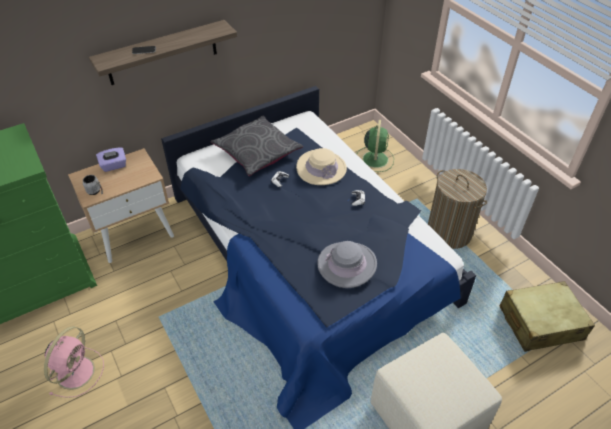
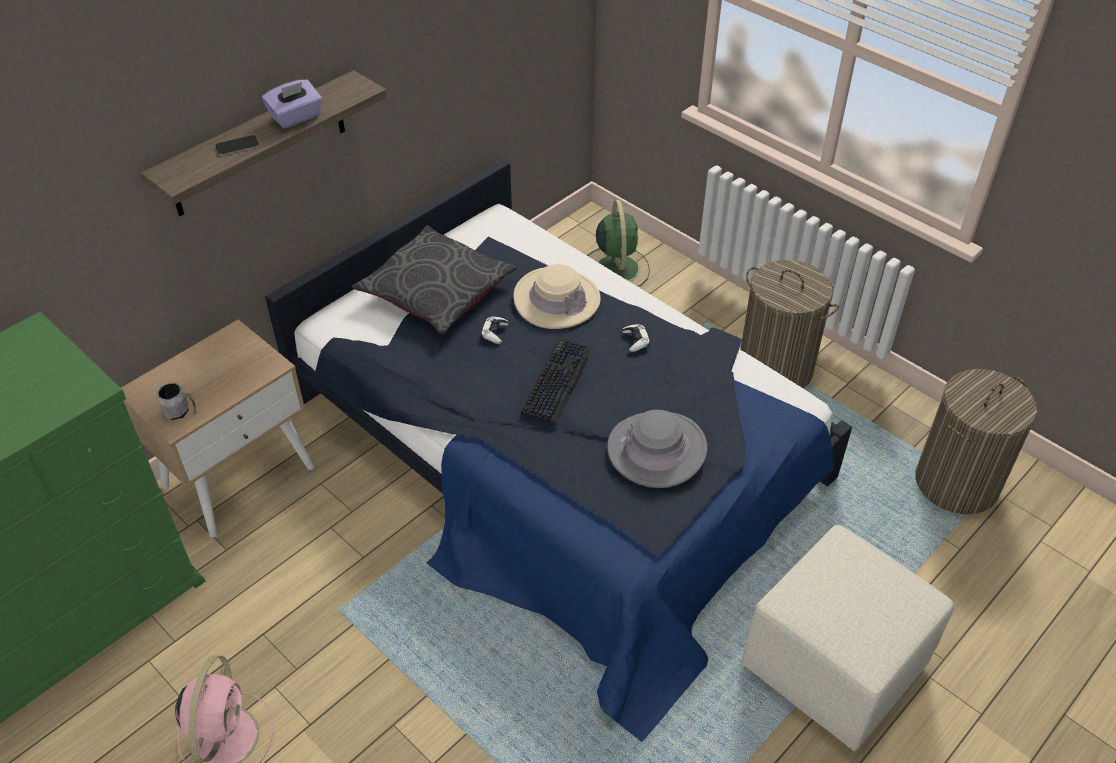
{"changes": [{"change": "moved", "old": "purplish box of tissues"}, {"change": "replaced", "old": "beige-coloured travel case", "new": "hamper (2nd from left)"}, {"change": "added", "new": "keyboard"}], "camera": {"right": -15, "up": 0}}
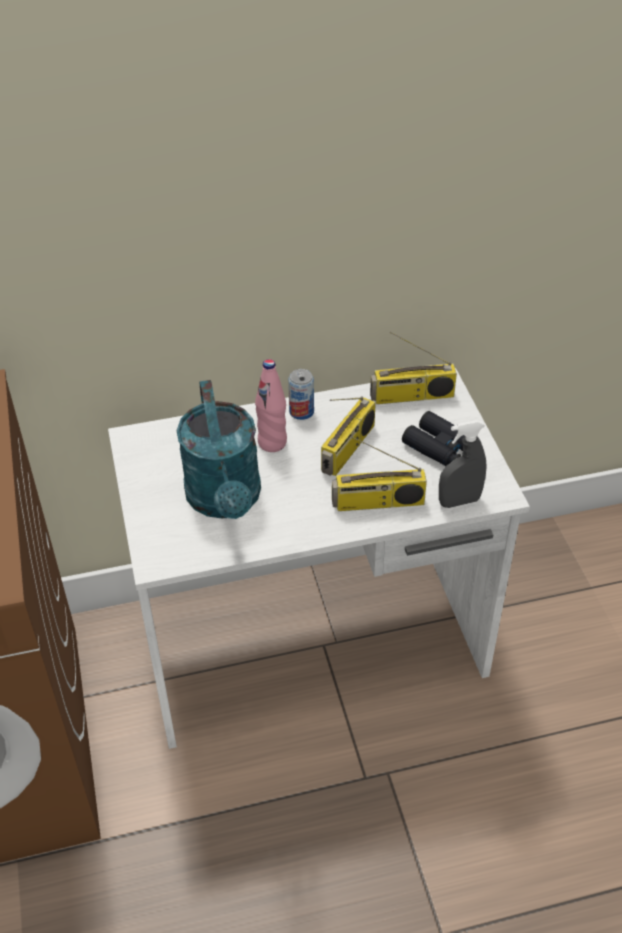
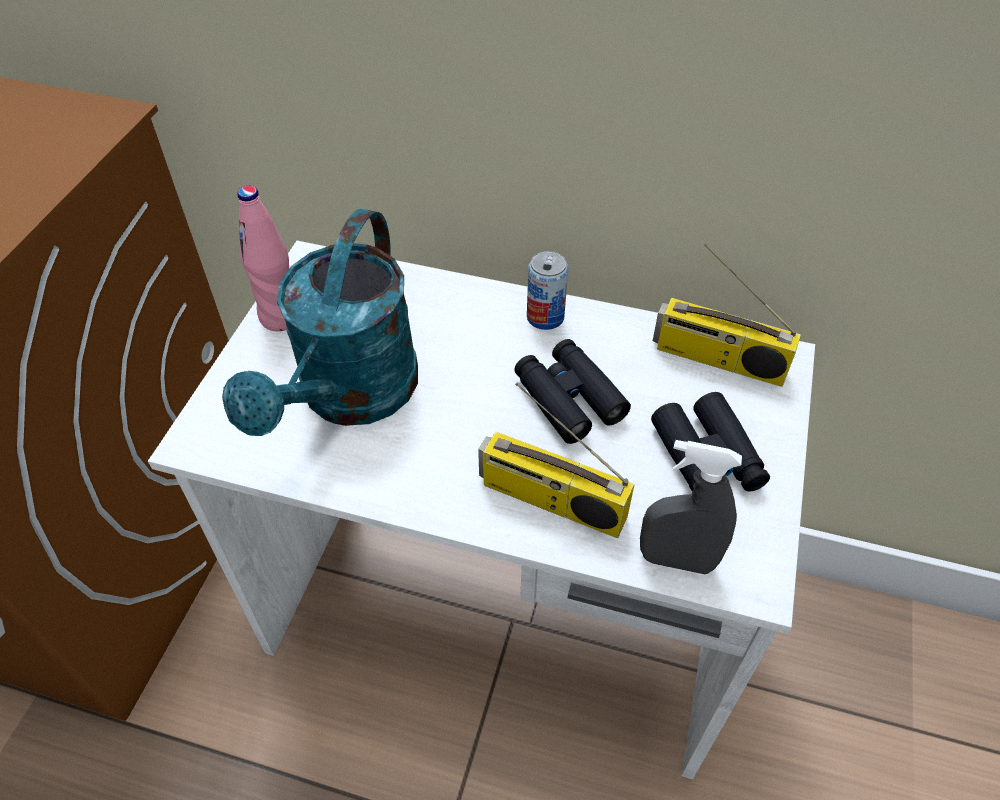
{"changes": [{"change": "moved", "old": "pinkish beverage bottle"}, {"change": "replaced", "old": "radio (1st from left)", "new": "black-coloured pair of binoculars (1st from left)"}], "camera": {"right": 30, "up": 5}}
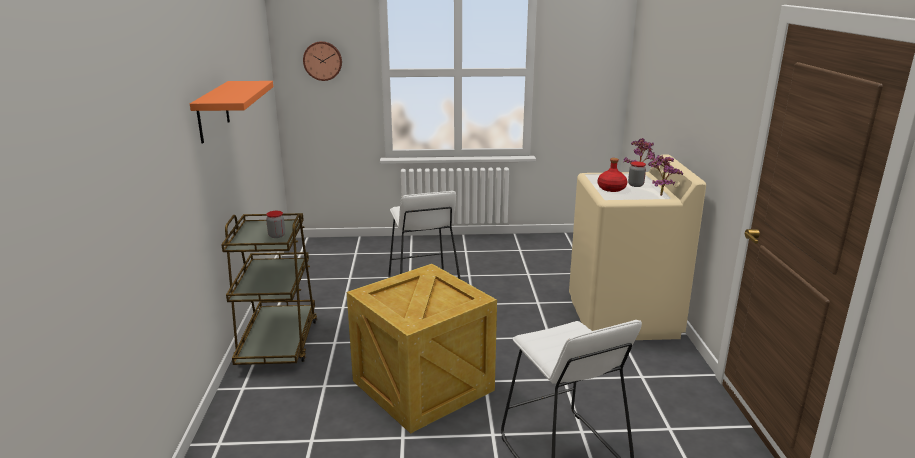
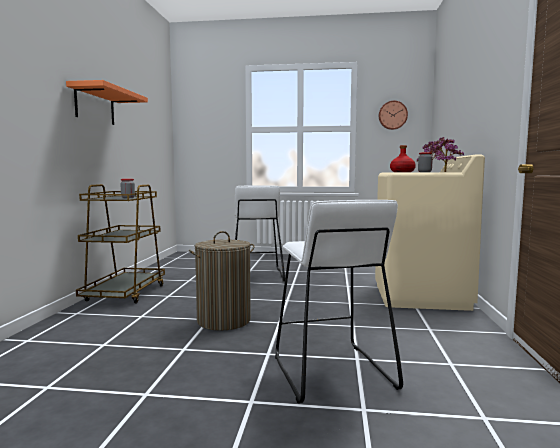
{"changes": [{"change": "moved", "old": "hanging clock"}, {"change": "replaced", "old": "shipping crate", "new": "hamper"}], "camera": {"right": 10, "up": -15}}
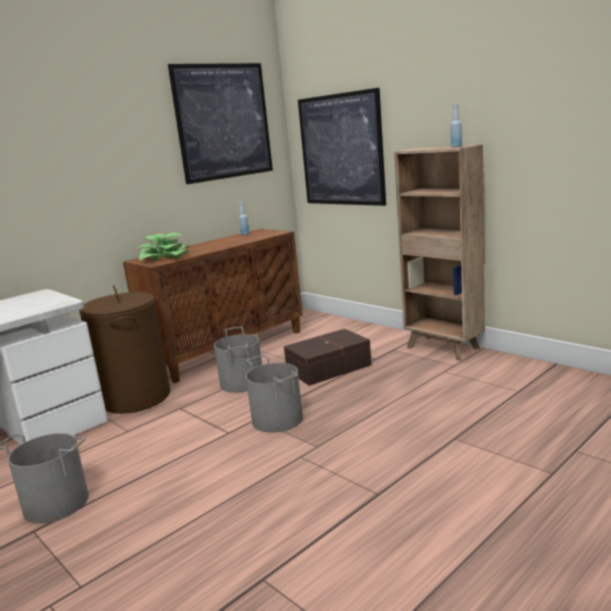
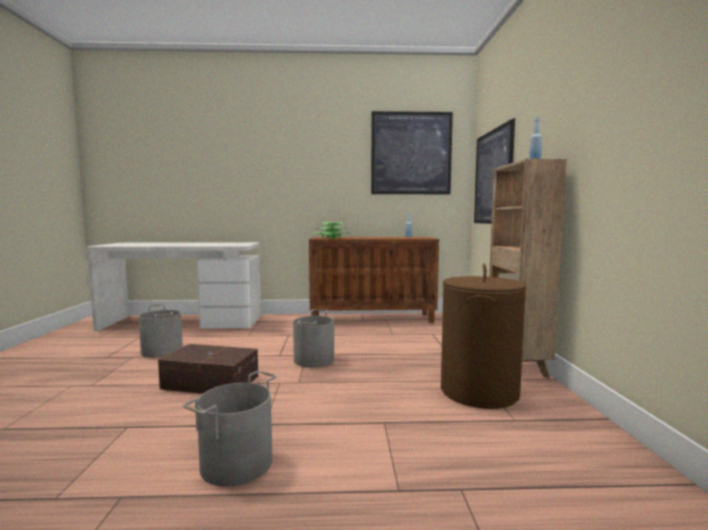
{"changes": [{"change": "moved", "old": "brown-coloured hamper"}, {"change": "moved", "old": "gray bucket (2nd from left)"}, {"change": "moved", "old": "brown-coloured storage container"}], "camera": {"right": 40, "up": -10}}
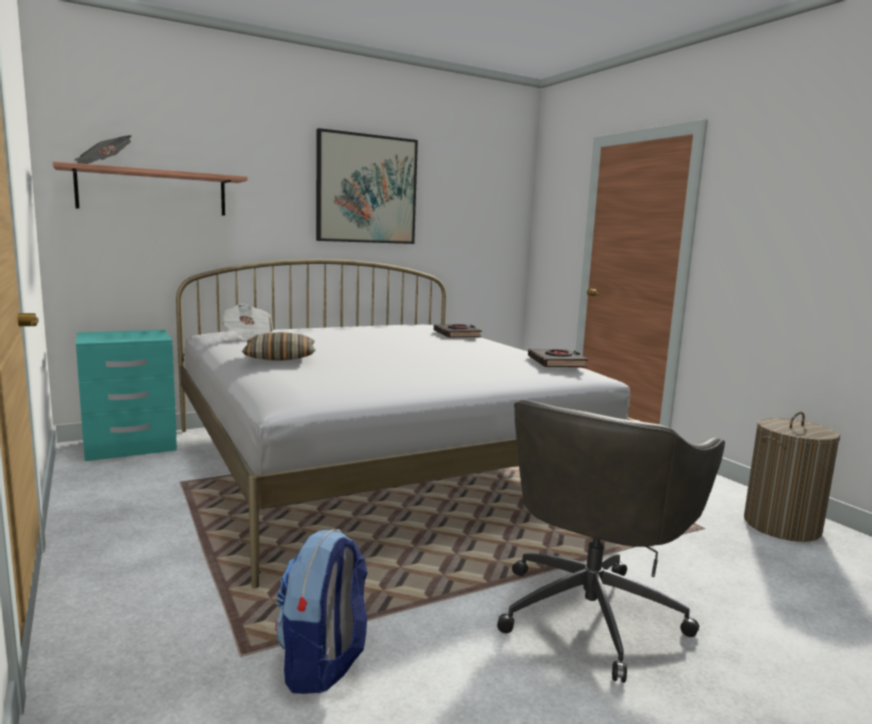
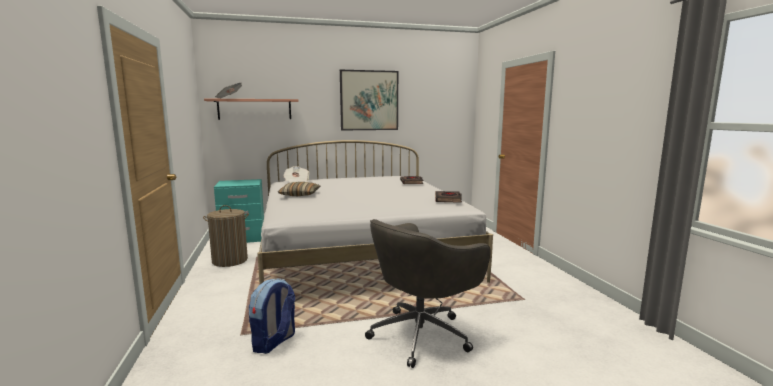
{"changes": [{"change": "moved", "old": "hamper"}], "camera": {"right": 15, "up": 0}}
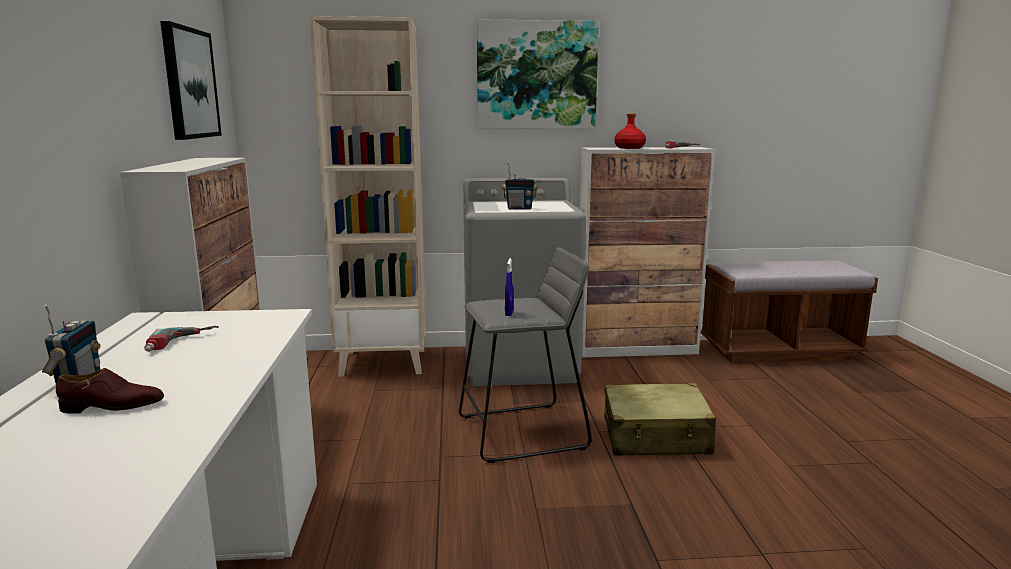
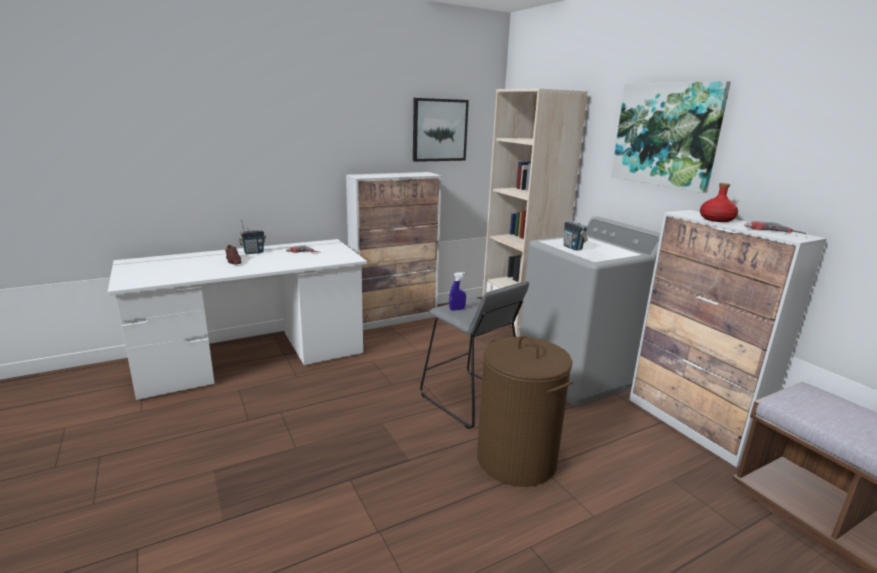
{"changes": [{"change": "replaced", "old": "beige-coloured travel case", "new": "brown-coloured hamper"}], "camera": {"right": 65, "up": 5}}
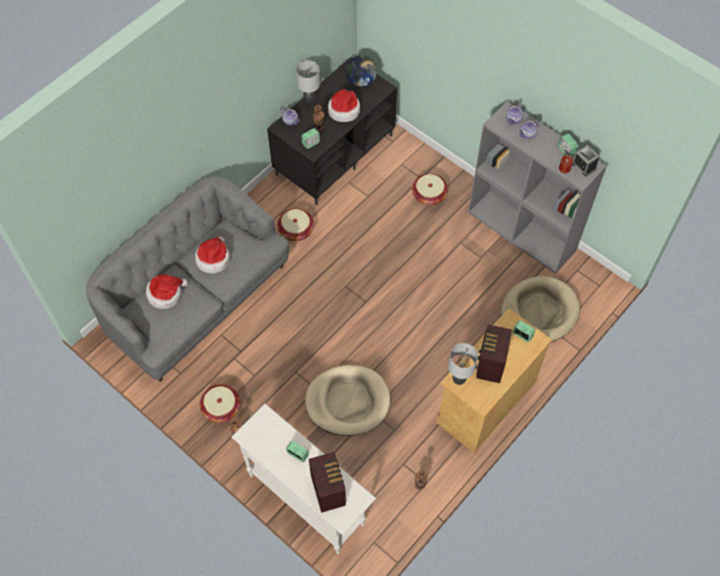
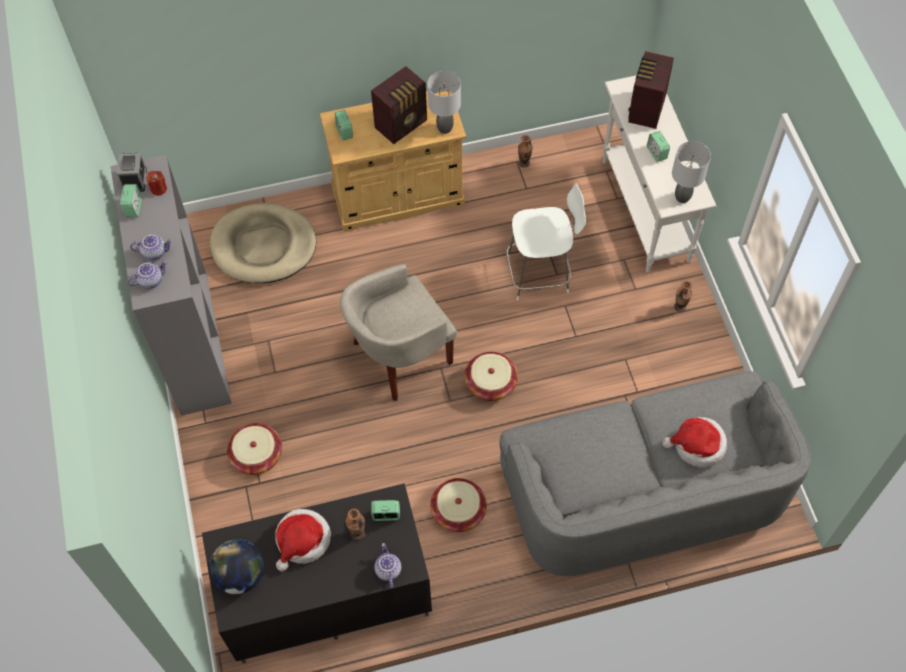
{"changes": [{"change": "removed", "old": "wearable hat (2nd from left)"}, {"change": "moved", "old": "household basket (1st from left in the first image)", "new": "household basket (3rd from left)"}, {"change": "moved", "old": "gray tabletop lamp (1st from left in the first image)", "new": "gray tabletop lamp (2nd from left)"}, {"change": "replaced", "old": "beige-coloured dog bed (1st from left)", "new": "whitish stool"}, {"change": "added", "new": "beige-coloured armchair"}], "camera": {"right": -145, "up": 0}}
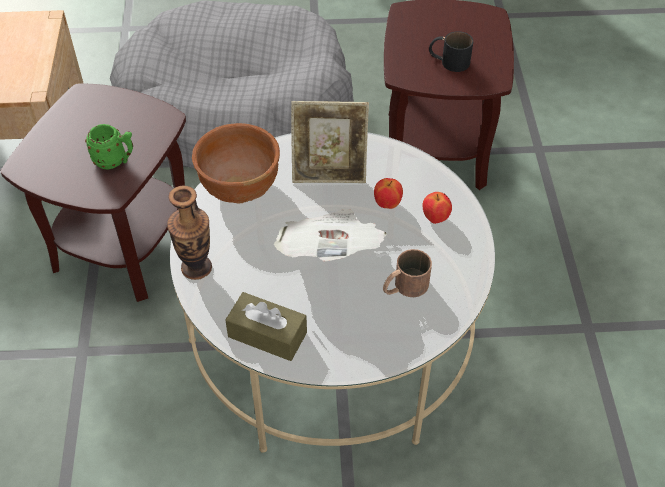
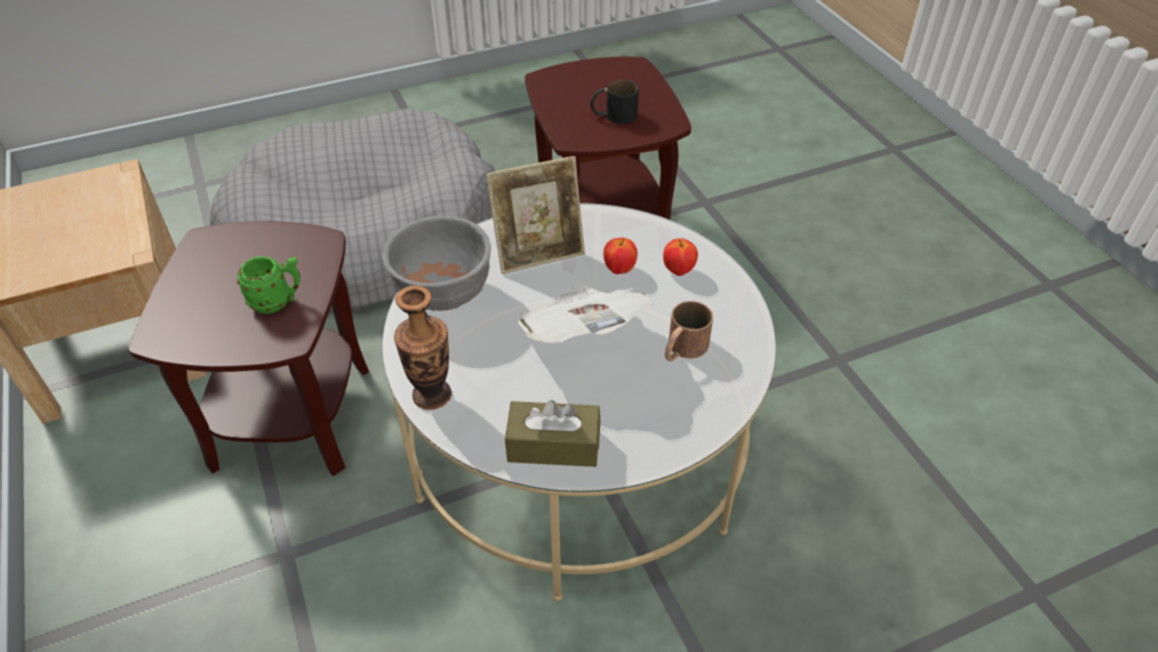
{"changes": [{"change": "recoloured", "old": "brown-coloured bowl", "new": "gray bowl"}], "camera": {"right": -20, "up": -5}}
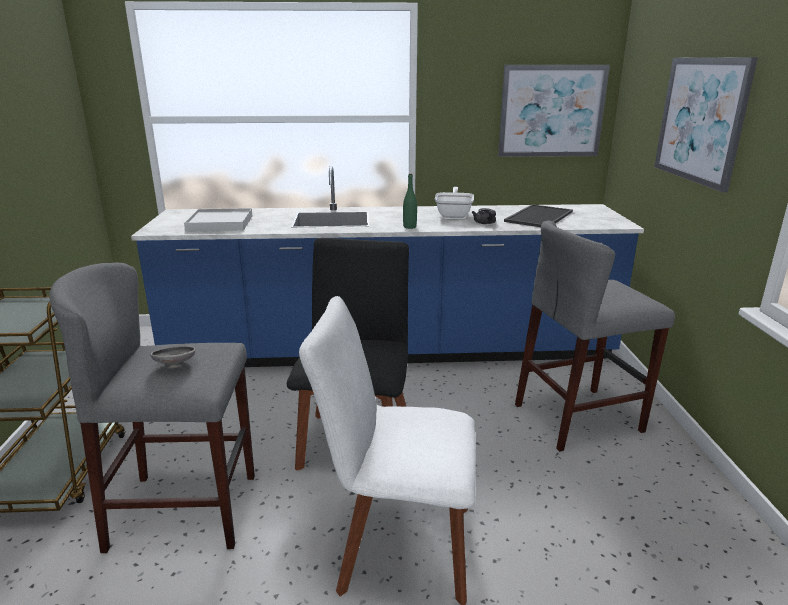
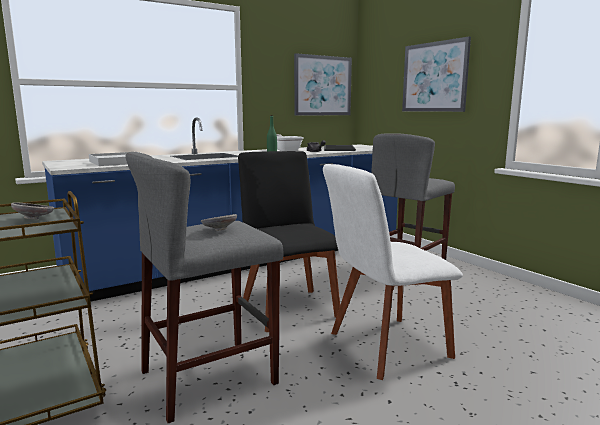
{"changes": [{"change": "added", "new": "gray bowl (1st from left)"}], "camera": {"right": -30, "up": -10}}
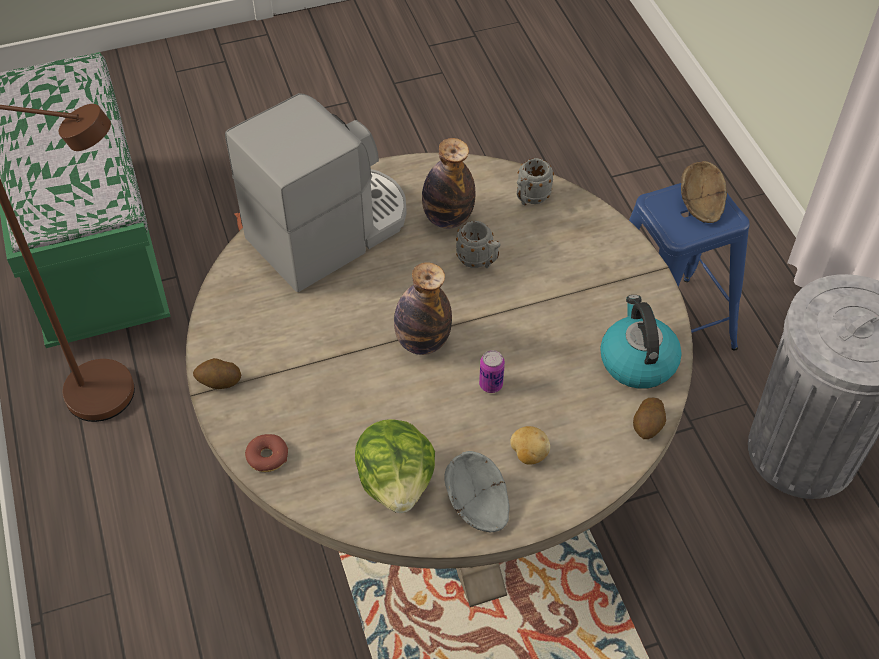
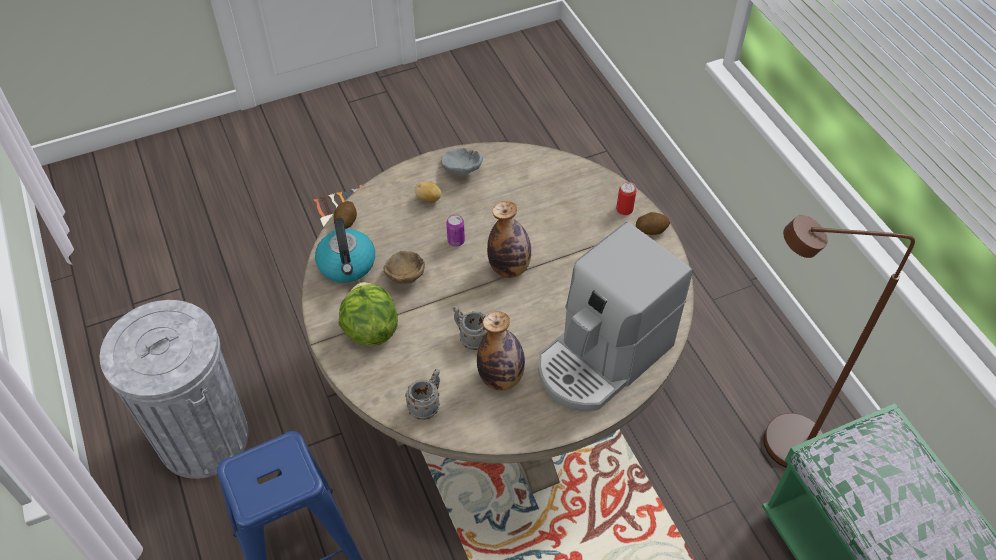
{"changes": [{"change": "removed", "old": "donut"}, {"change": "moved", "old": "lettuce"}, {"change": "moved", "old": "brown-coloured bowl"}, {"change": "added", "new": "sealed can (2nd from left)"}], "camera": {"right": 175, "up": 0}}
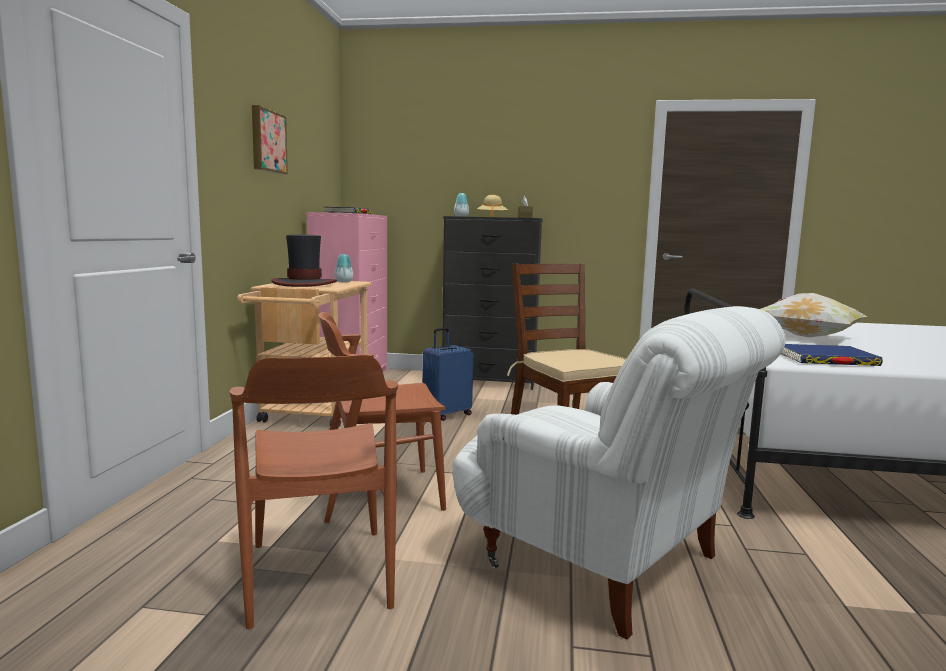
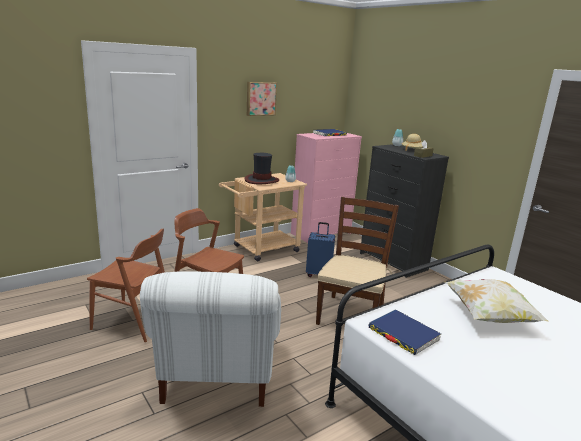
{"changes": [{"change": "turned", "old": "brown-coloured chair (1st from left)", "degrees": -105}], "camera": {"right": 45, "up": 10}}
